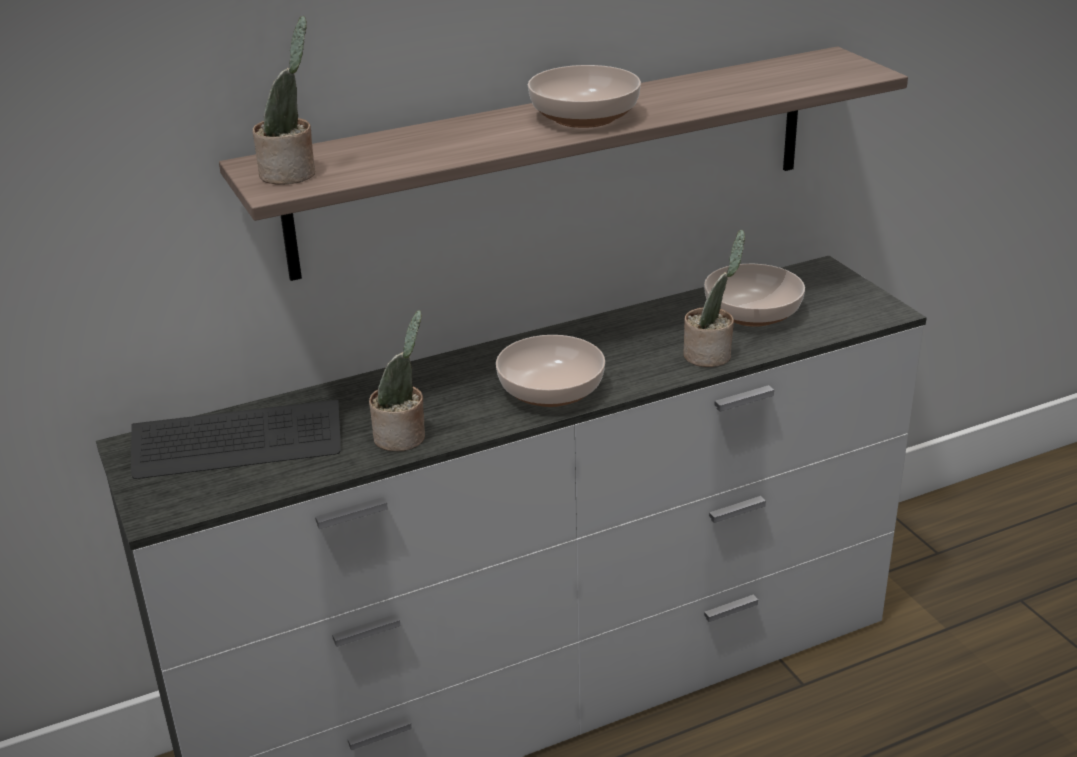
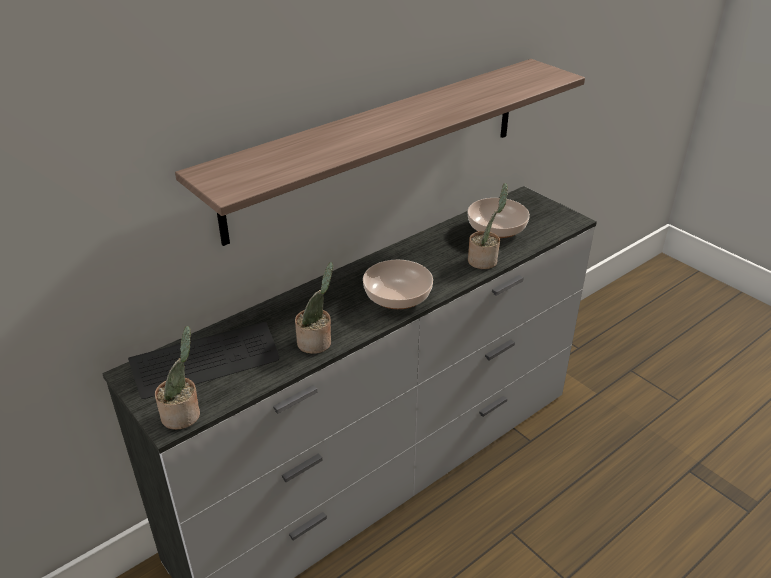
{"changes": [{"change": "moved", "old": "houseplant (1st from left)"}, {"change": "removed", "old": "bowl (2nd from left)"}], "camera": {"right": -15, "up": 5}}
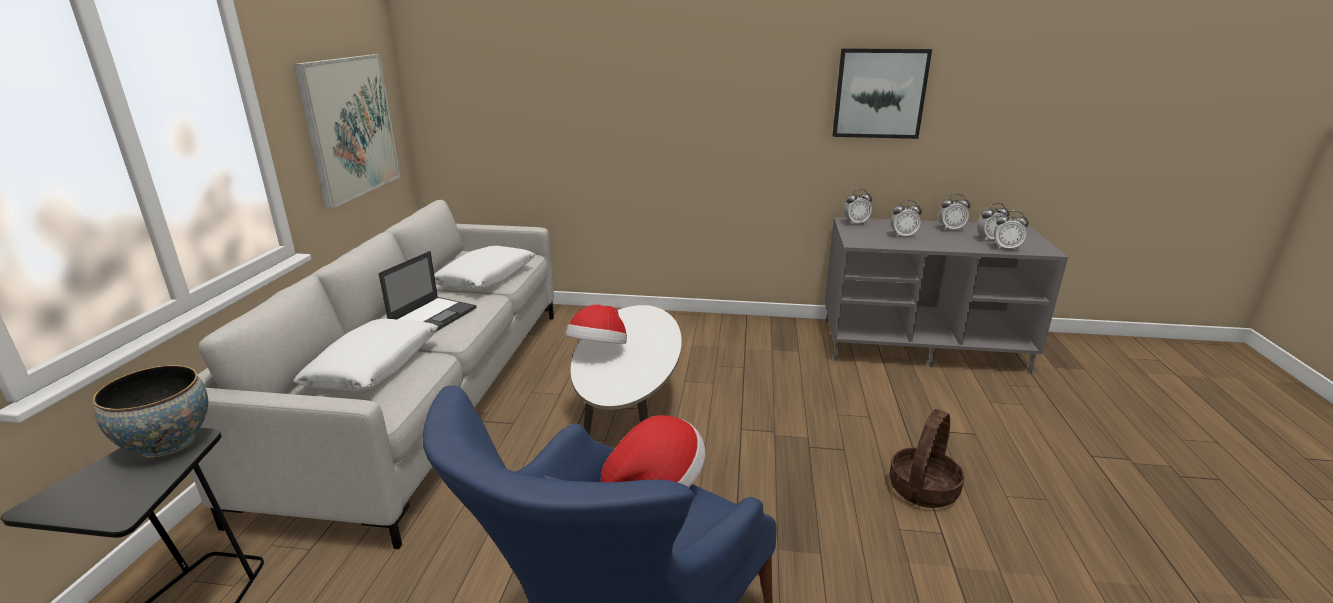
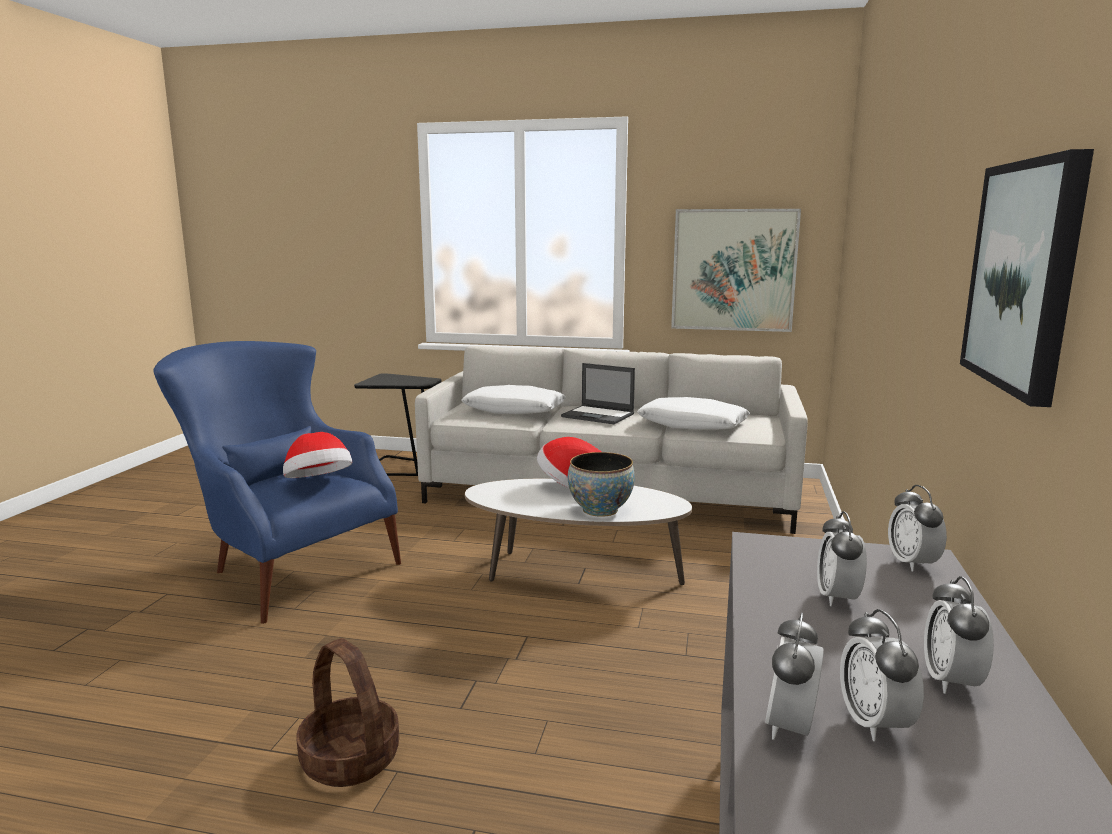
{"changes": [{"change": "moved", "old": "bowl"}], "camera": {"right": 95, "up": -10}}
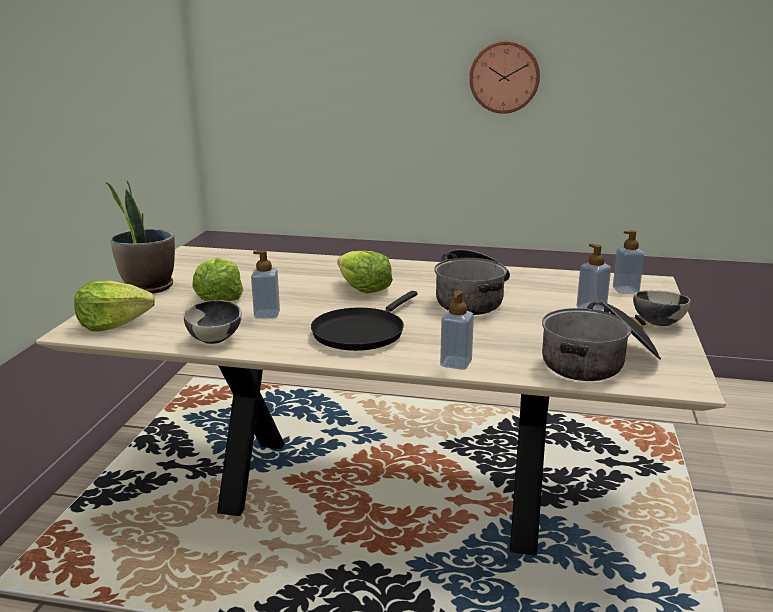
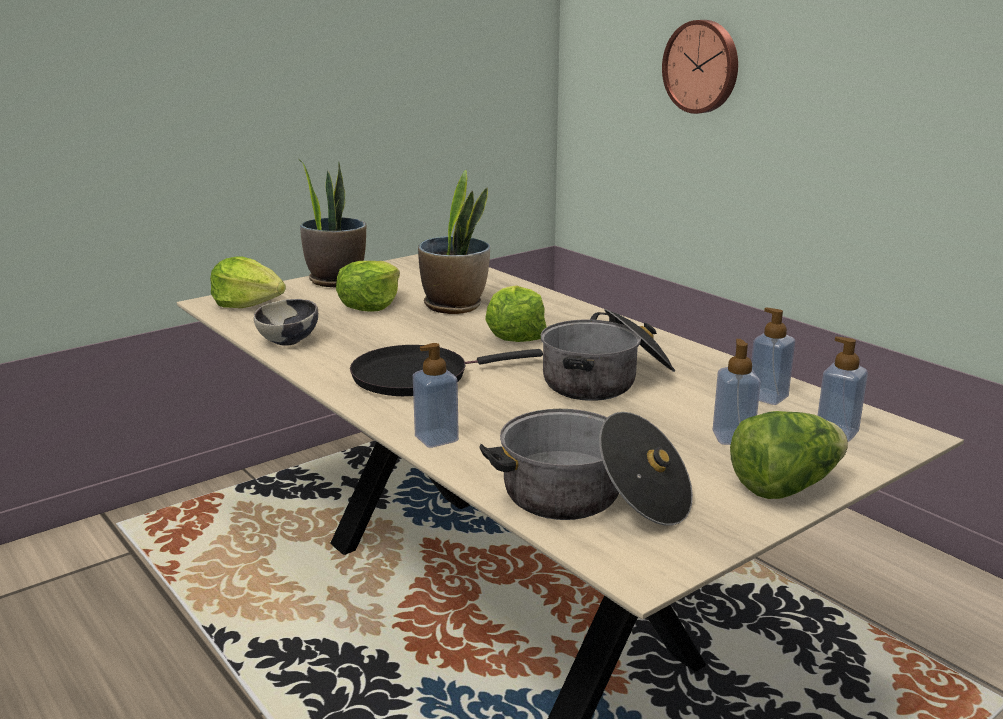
{"changes": [{"change": "moved", "old": "soap dispenser (1st from left in the first image)", "new": "soap dispenser (3rd from left)"}, {"change": "moved", "old": "hanging clock"}, {"change": "replaced", "old": "bowl (2nd from left)", "new": "lettuce (4th from left)"}, {"change": "added", "new": "houseplant (2nd from left)"}], "camera": {"right": 40, "up": 0}}
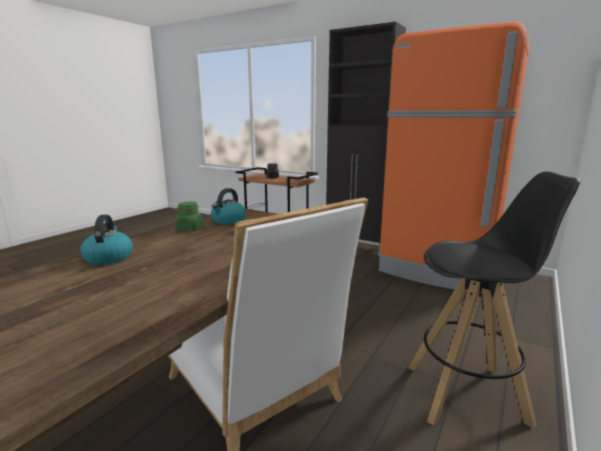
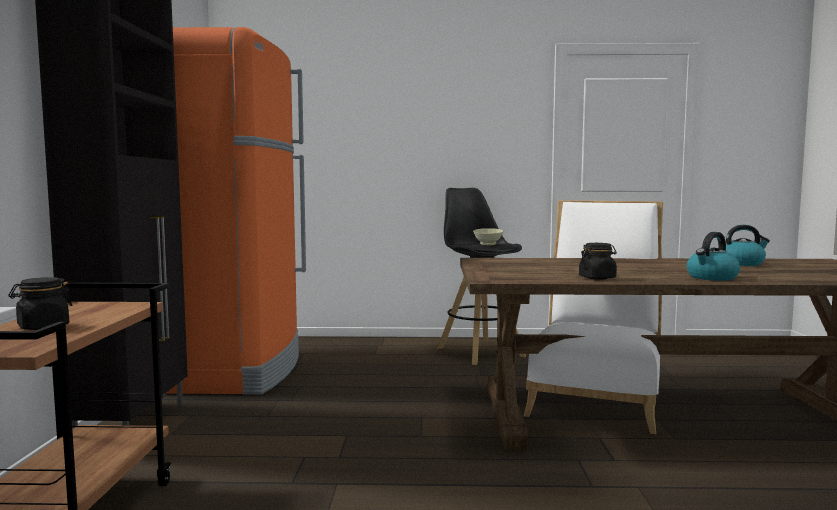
{"changes": [{"change": "recoloured", "old": "green preserve jar", "new": "black-coloured preserve jar (2nd from left)"}, {"change": "moved", "old": "water kettle (2nd from left)"}, {"change": "added", "new": "beige-coloured bowl"}], "camera": {"right": -120, "up": -10}}
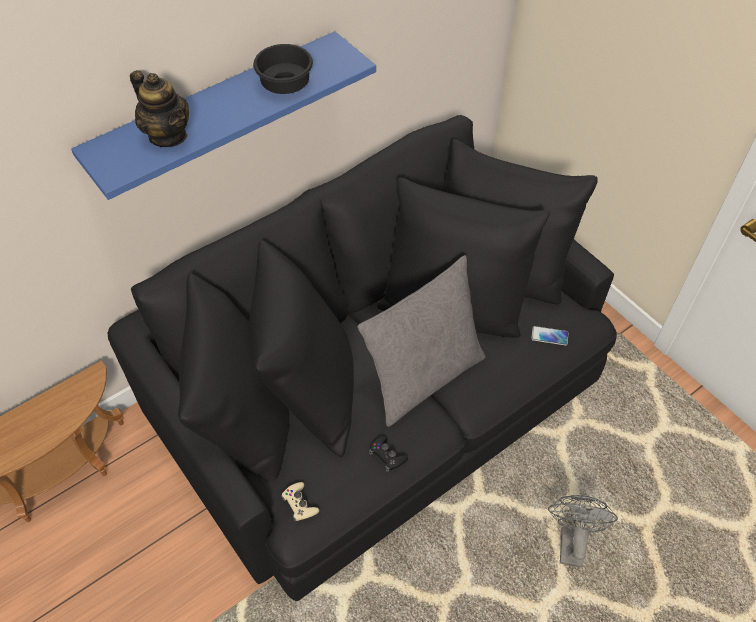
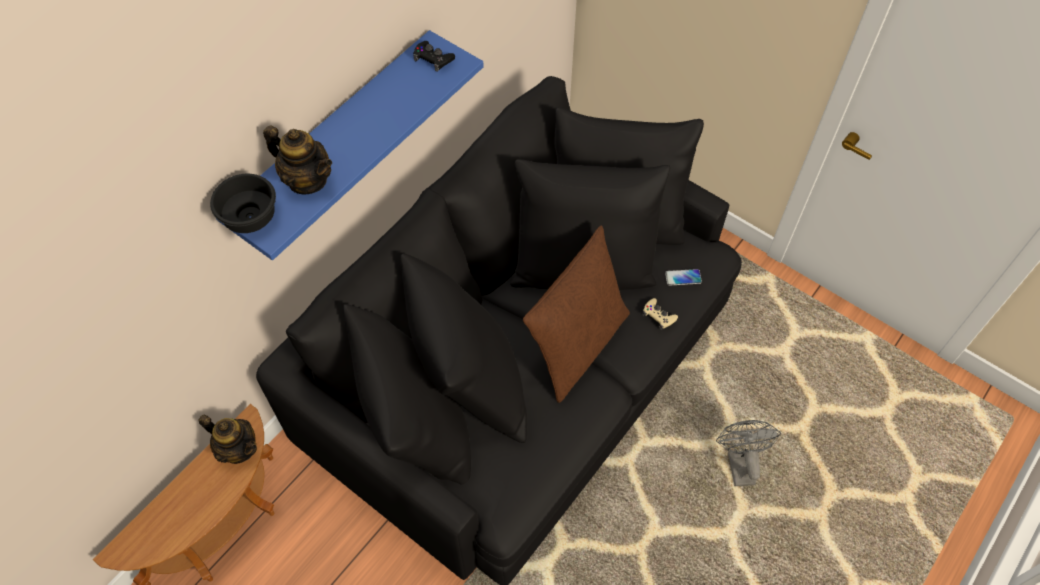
{"changes": [{"change": "moved", "old": "black-coloured bowl"}, {"change": "moved", "old": "beige-coloured joypad"}, {"change": "recoloured", "old": "gray throw pillow", "new": "brown-coloured throw pillow"}, {"change": "moved", "old": "black-coloured joypad"}, {"change": "added", "new": "pot for tea (1st from left)"}], "camera": {"right": -15, "up": 5}}
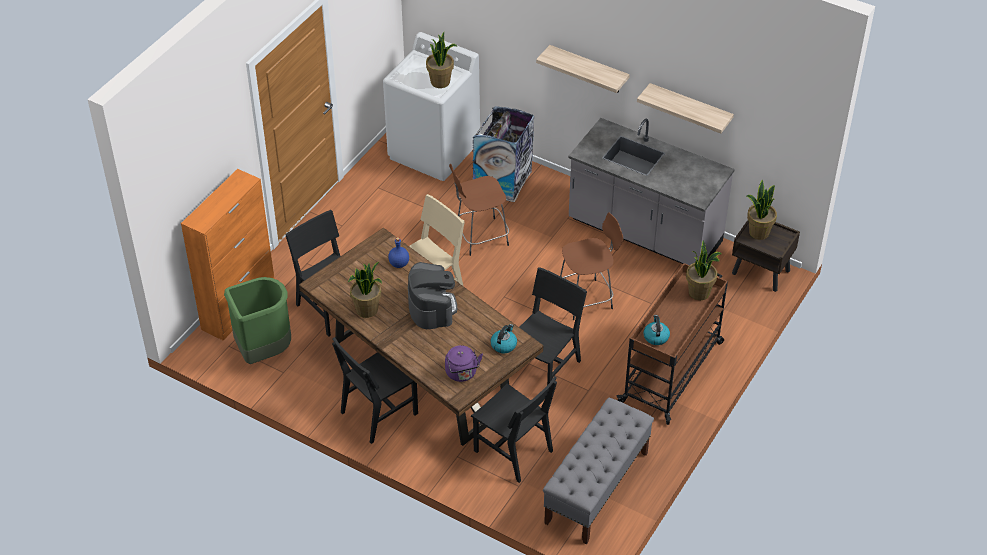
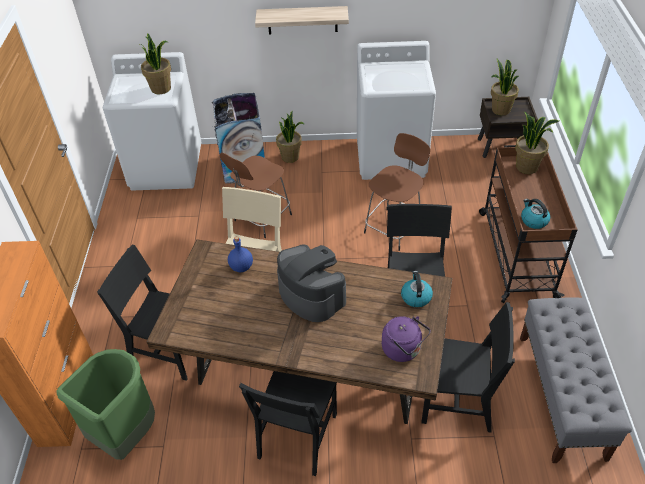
{"changes": [{"change": "moved", "old": "houseplant (1st from left in the first image)", "new": "houseplant (2nd from left)"}, {"change": "replaced", "old": "gray kitchen base unit", "new": "whitish washing machine (2nd from left)"}, {"change": "removed", "old": "bracket shelf (2nd from left)"}], "camera": {"right": -30, "up": 0}}
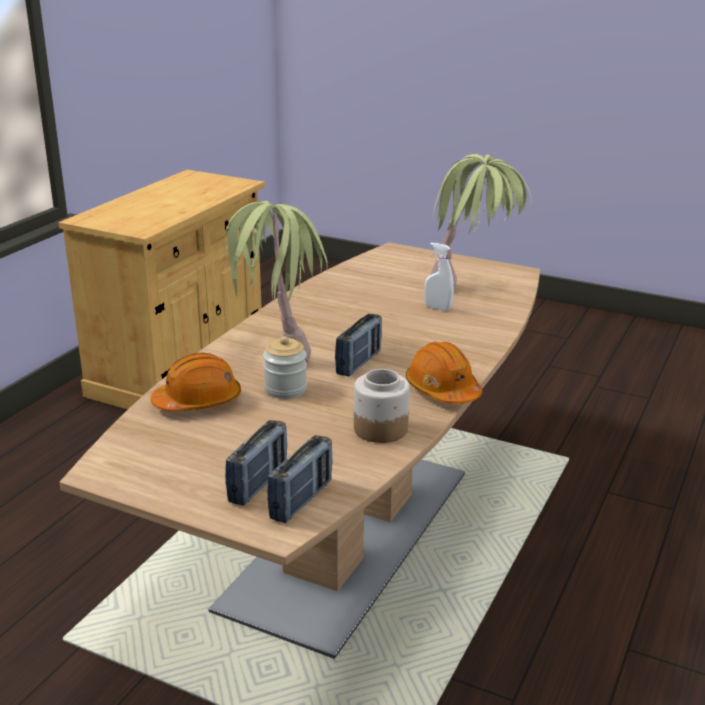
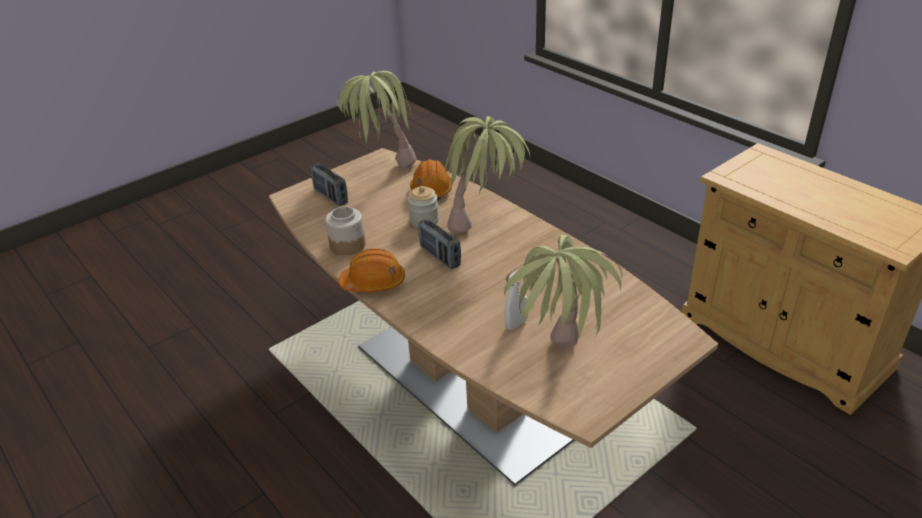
{"changes": [{"change": "removed", "old": "radio (2nd from left)"}, {"change": "added", "new": "houseplant (1st from left)"}], "camera": {"right": 115, "up": 10}}
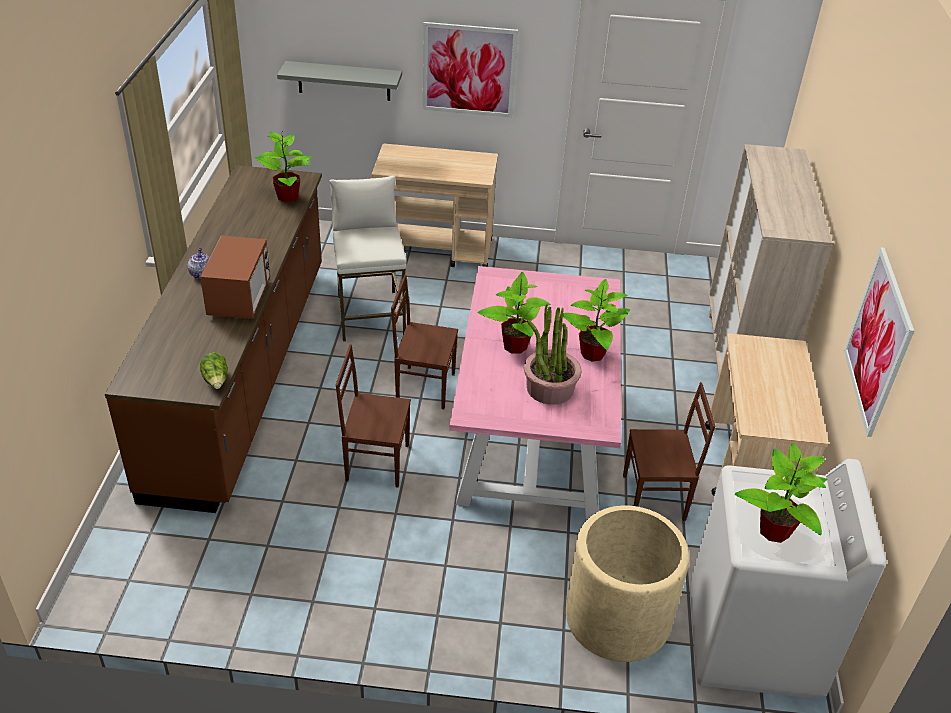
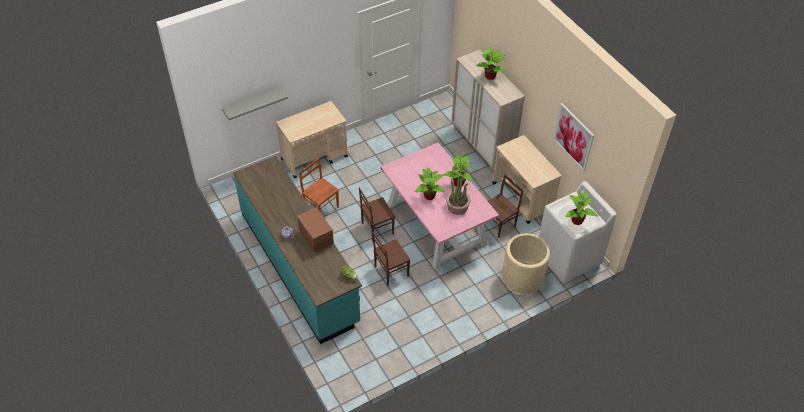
{"changes": [{"change": "recoloured", "old": "brown-coloured kitchen base unit", "new": "turquoise kitchen base unit"}, {"change": "moved", "old": "houseplant (1st from left in the first image)", "new": "houseplant (4th from left)"}, {"change": "replaced", "old": "whitish stool", "new": "brown-coloured chair (1st from left)"}, {"change": "removed", "old": "wall picture (1st from left)"}], "camera": {"right": -35, "up": 10}}
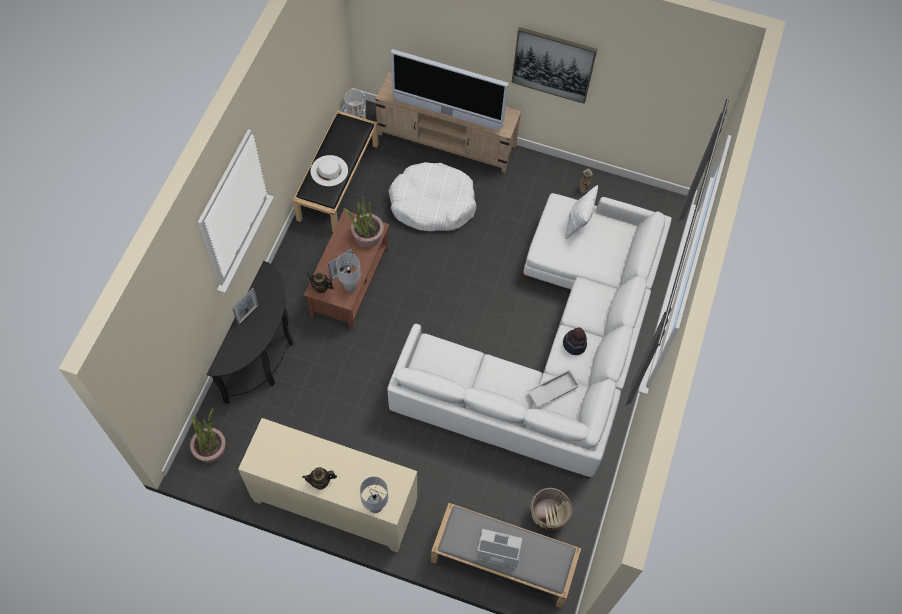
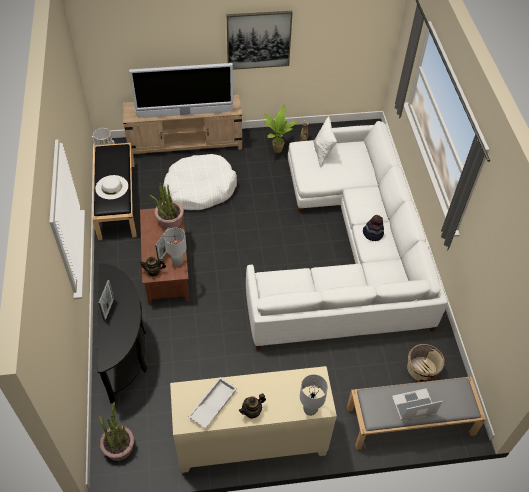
{"changes": [{"change": "moved", "old": "whitish serving tray"}, {"change": "added", "new": "houseplant (3rd from left)"}], "camera": {"right": -25, "up": -10}}
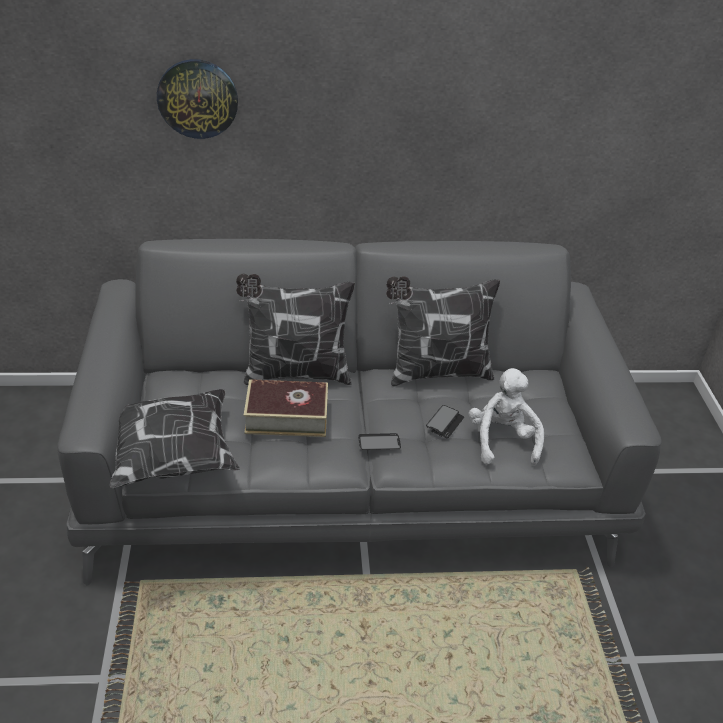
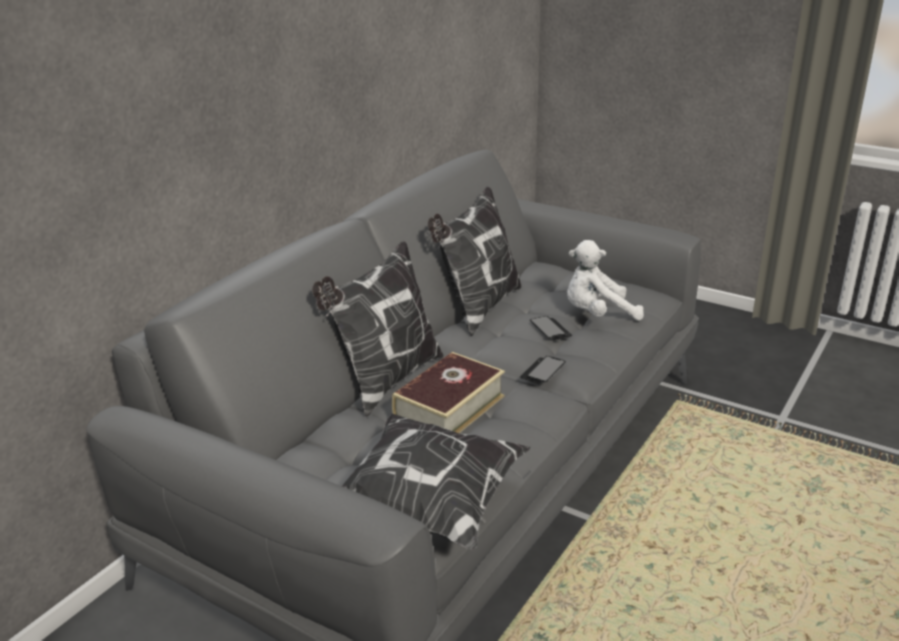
{"changes": [{"change": "removed", "old": "hanging clock"}, {"change": "turned", "old": "whitish soft toy", "degrees": -45}], "camera": {"right": -50, "up": -10}}
